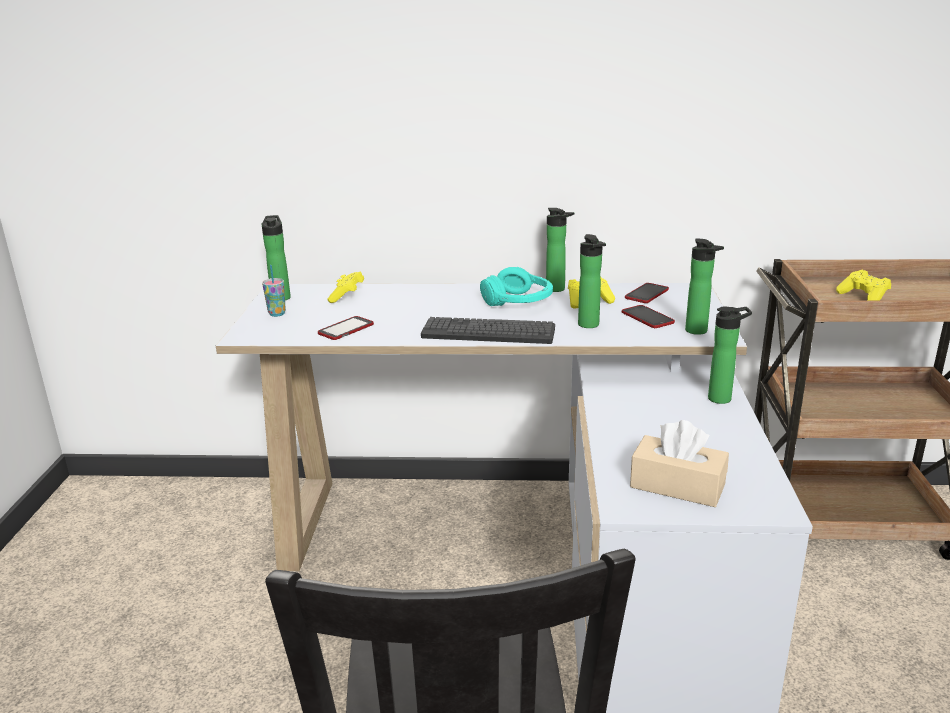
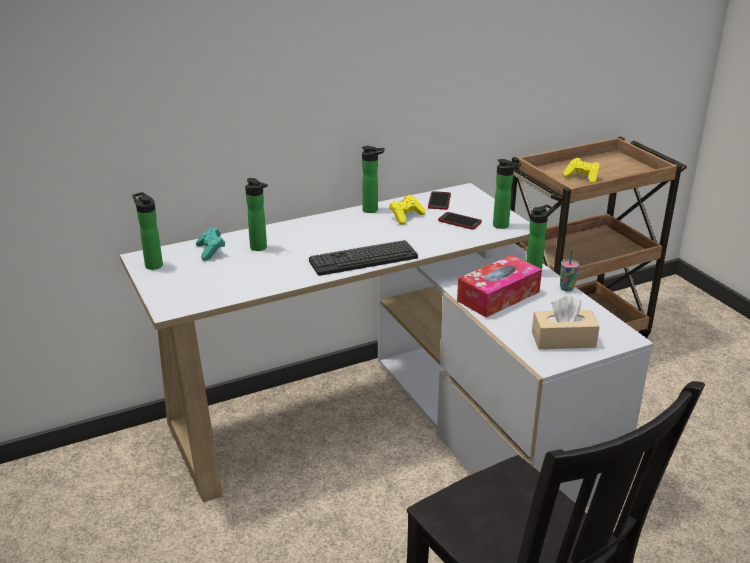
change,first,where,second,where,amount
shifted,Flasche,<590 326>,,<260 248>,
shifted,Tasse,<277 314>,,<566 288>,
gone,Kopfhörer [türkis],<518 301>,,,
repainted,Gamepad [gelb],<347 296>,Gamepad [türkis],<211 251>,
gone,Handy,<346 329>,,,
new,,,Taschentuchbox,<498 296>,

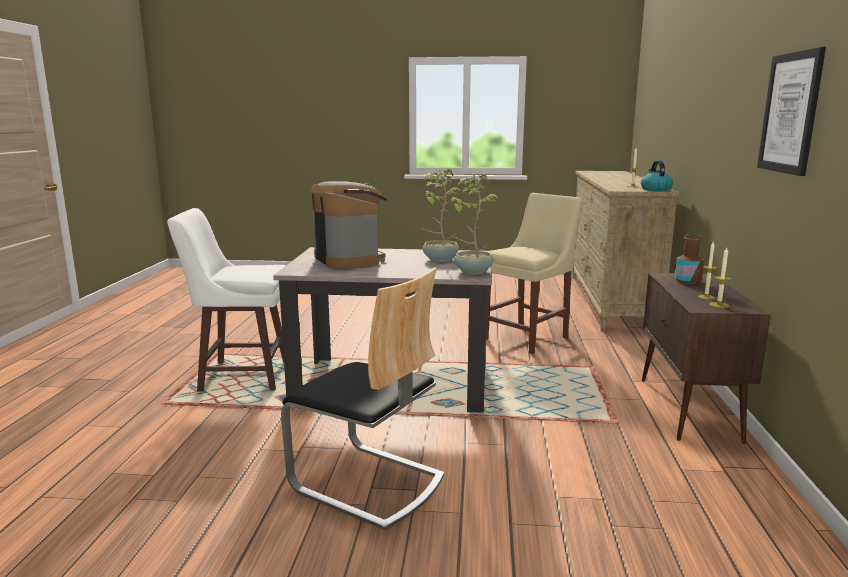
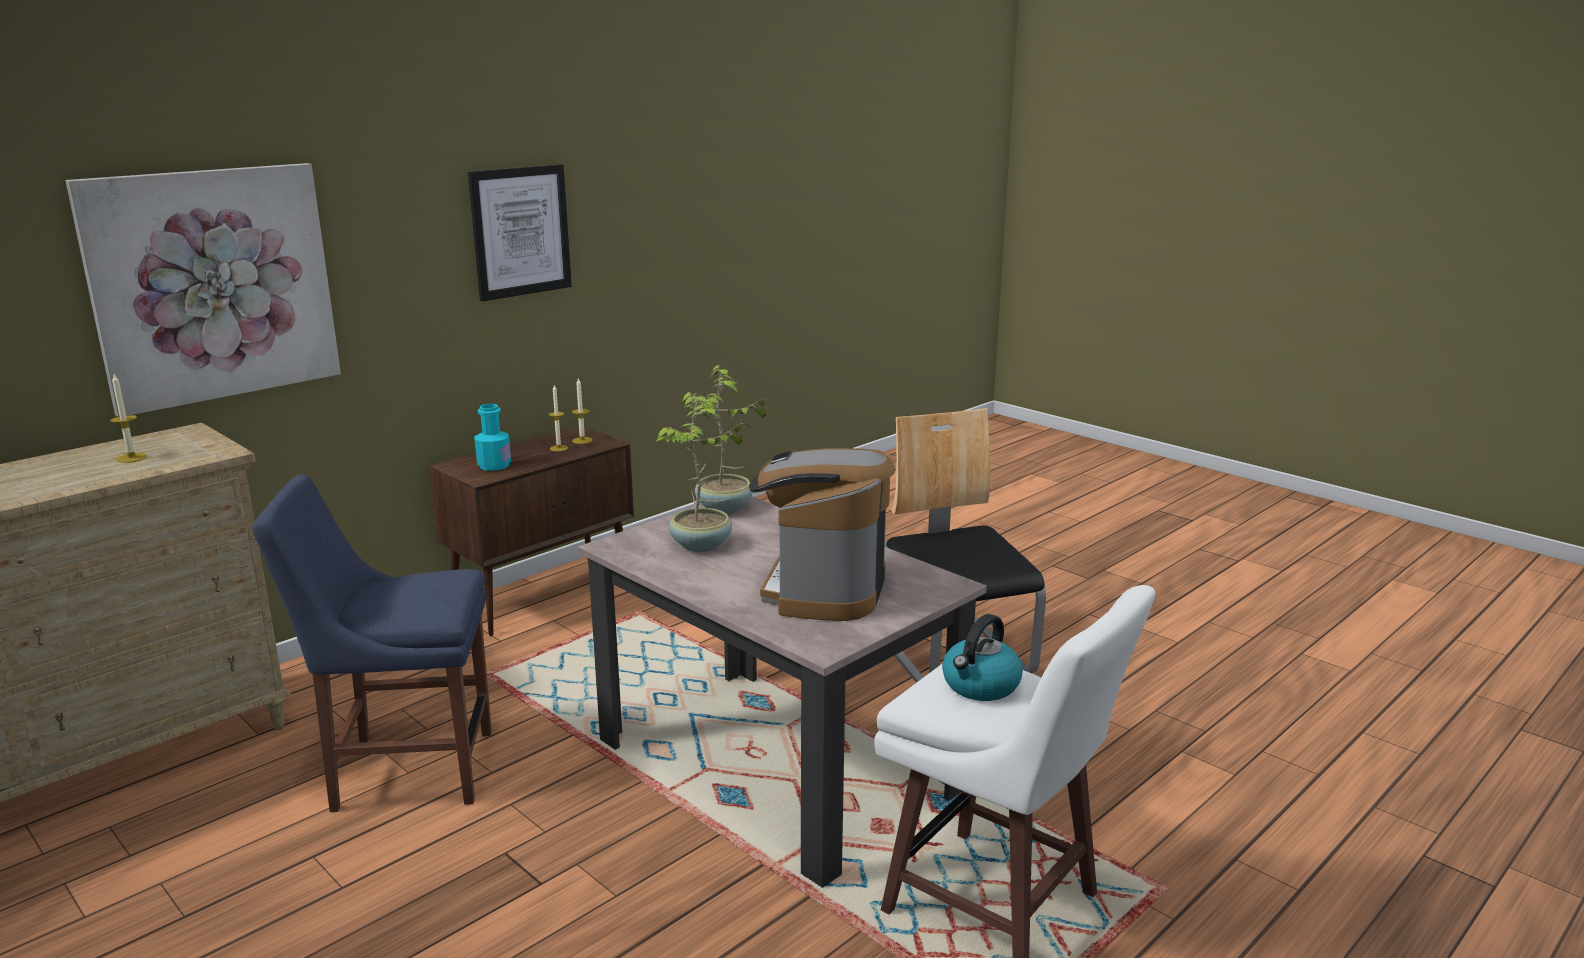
change,first,where,second,where,amount
shifted,Wasserkessel,<655 189>,,<980 686>,
repainted,Stuhl [beige],<528 337>,Stuhl [blau],<405 769>,
repainted,Flasche [braun],<687 281>,Flasche [türkis],<494 465>,
new,,,Bild,<213 285>,

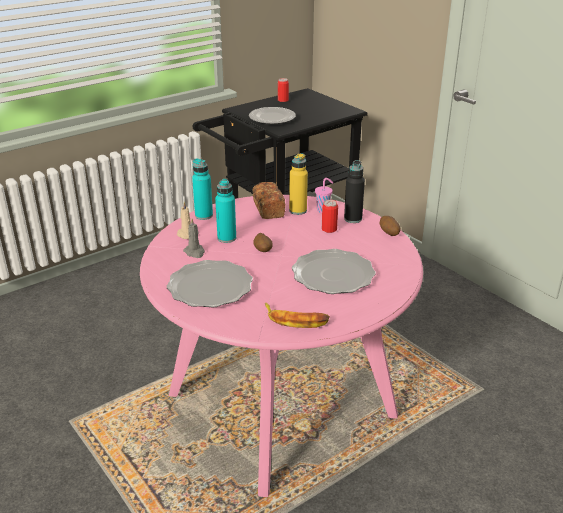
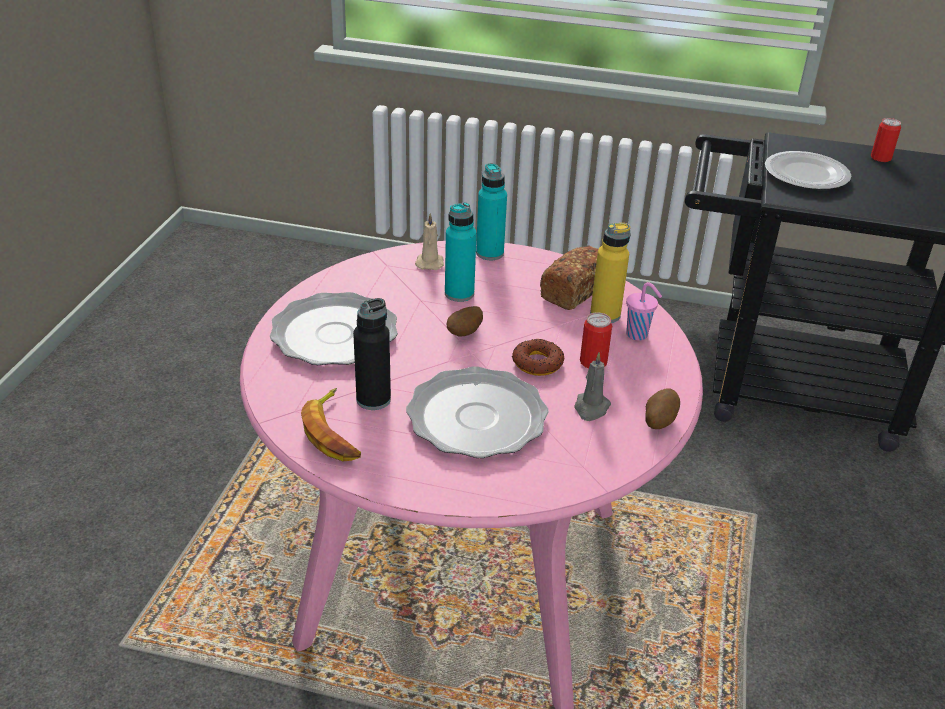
change,first,where,second,where,amount
shifted,Flasche [schwarz],<353 219>,,<373 399>,
shifted,Kerze [grau],<195 252>,,<591 408>,
new,,,Donut,<537 363>,

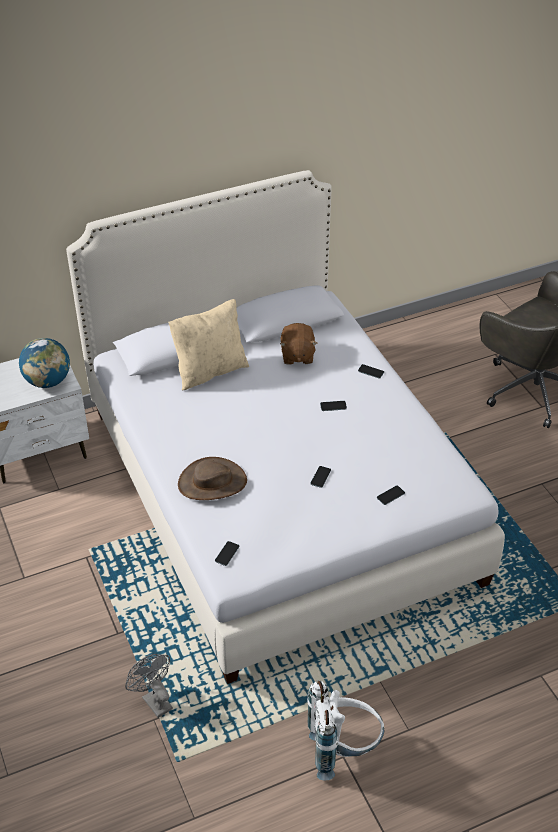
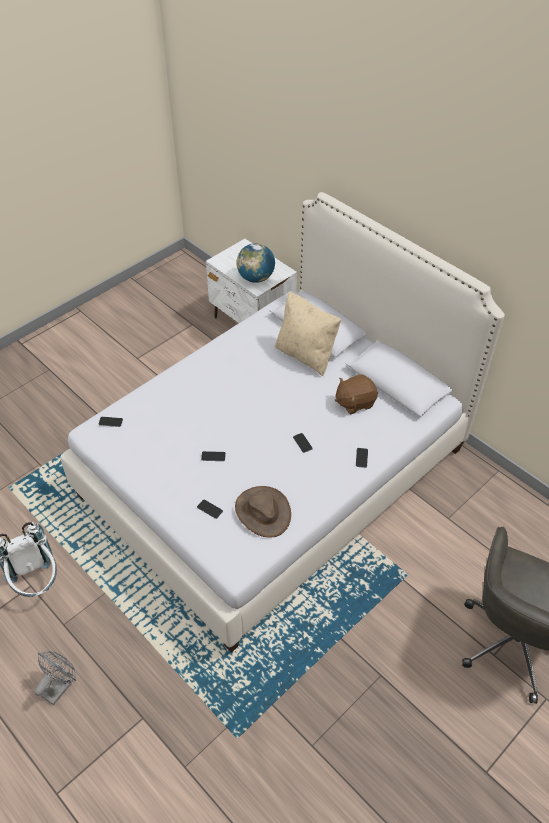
change,first,where,second,where,amount
shifted,Hut [braun],<212 482>,,<262 512>,
shifted,Ventilator [grau],<154 700>,,<60 686>,

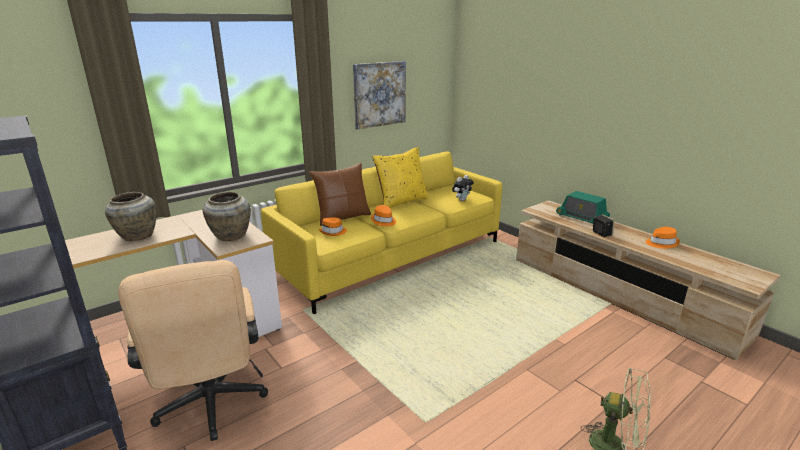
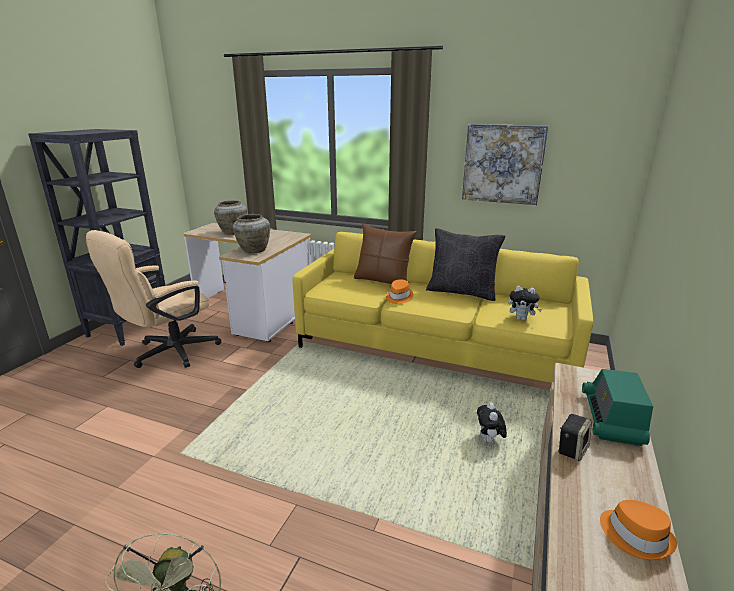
change,first,where,second,where,amount
repainted,Kissen [gelb],<401 201>,Kissen [schwarz],<461 292>,
gone,Hut [orange],<333 232>,,,
new,,,Plüschtier,<489 441>,

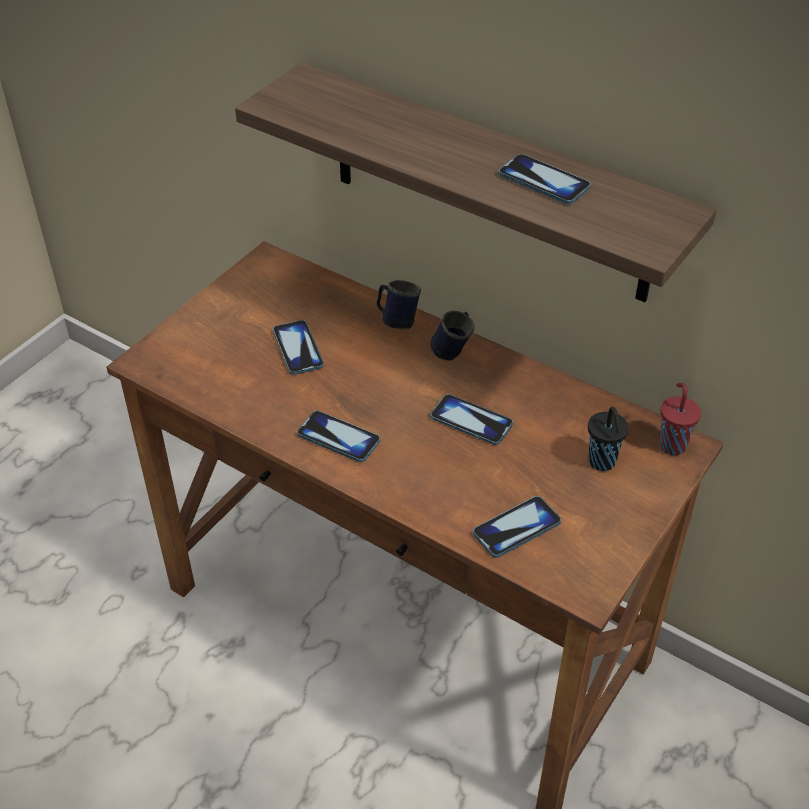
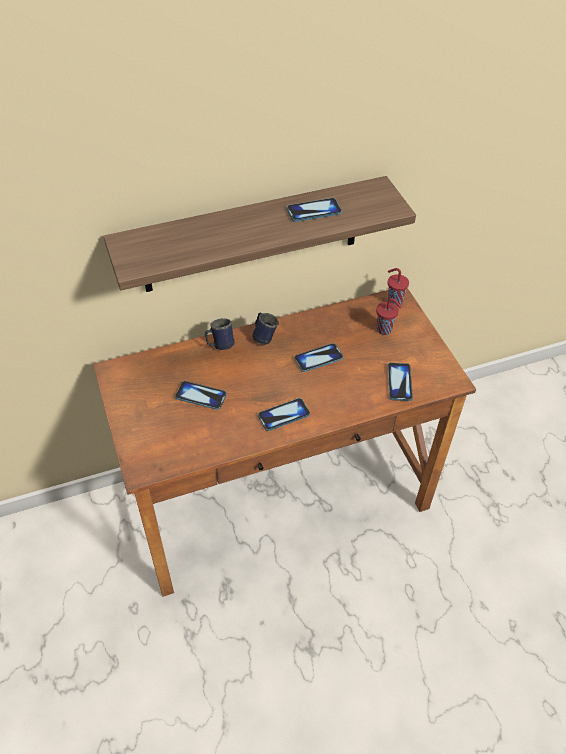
change,first,where,second,where,amount
repainted,Tasse [schwarz],<602 463>,Tasse [rot],<385 330>,

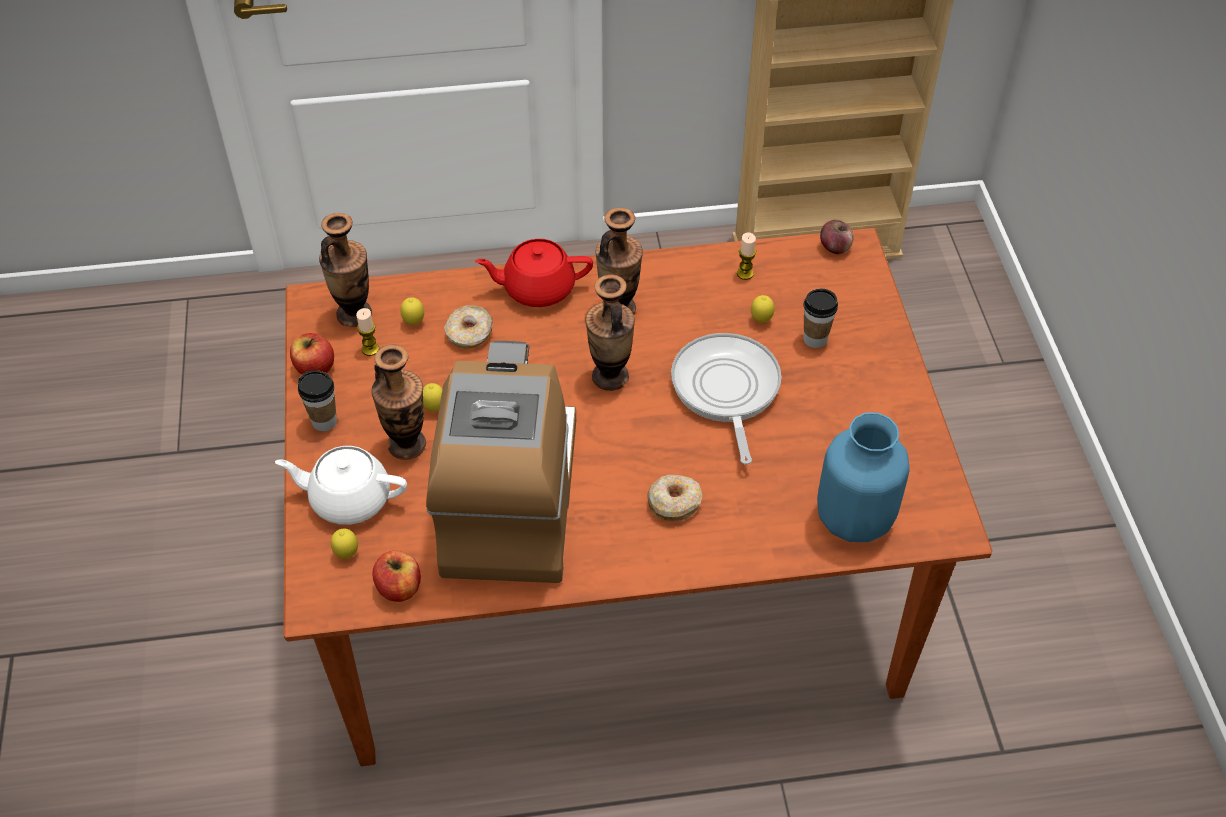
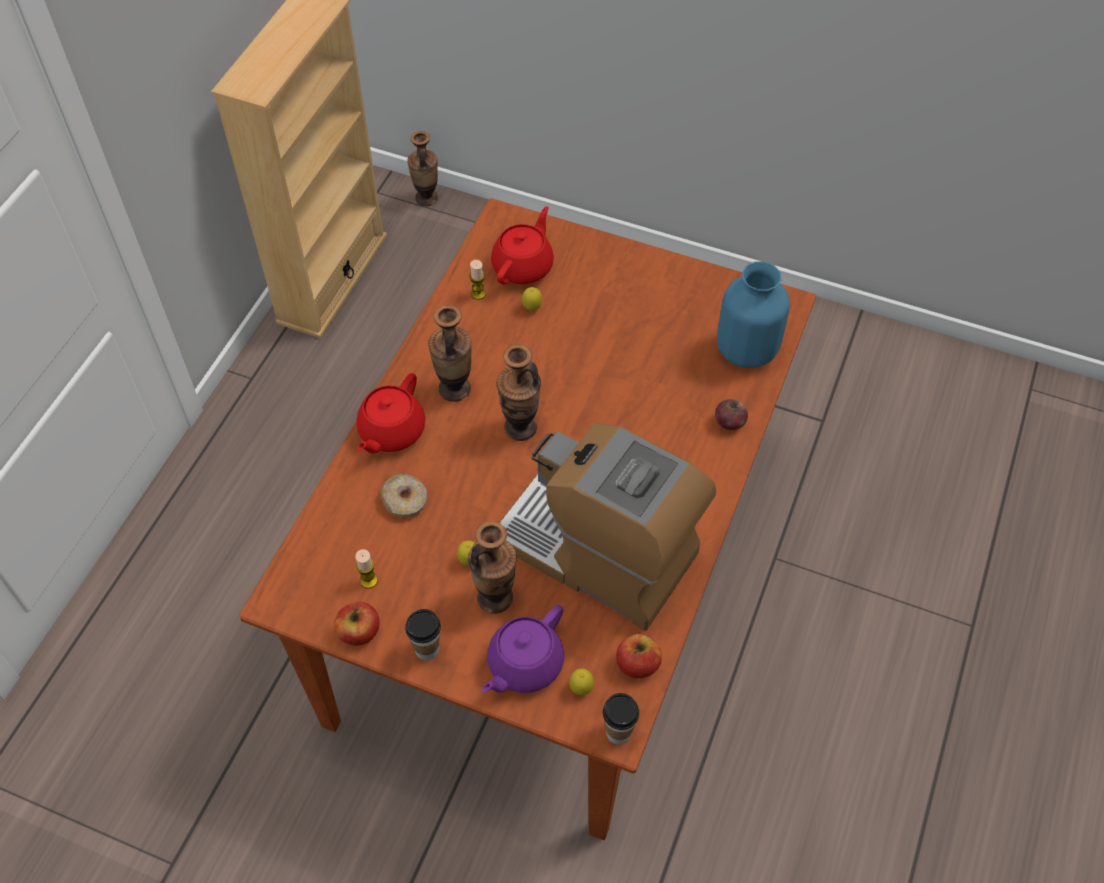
change,first,where,second,where,amount
shifted,Vase,<354 314>,,<426 198>,
shifted,Apfel,<835 247>,,<729 422>,
shifted,Tasse,<815 339>,,<618 732>,
gone,Zitrone,<414 322>,,,
gone,Pfanne,<726 390>,,,
repainted,Teekanne [weiß],<349 498>,Teekanne [lila],<524 664>,
gone,Donut,<674 503>,,,
new,,,Teekanne [rot],<523 266>,

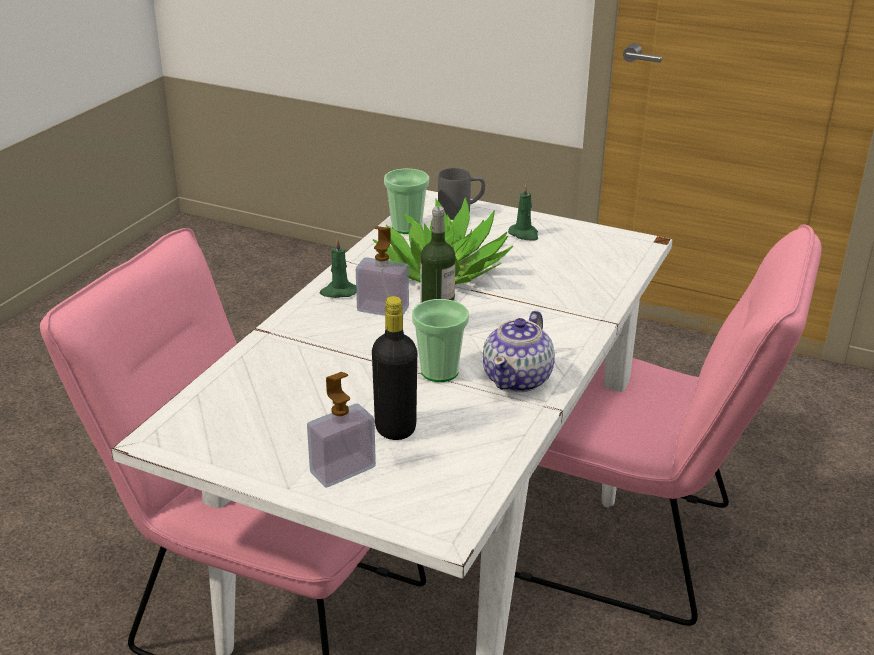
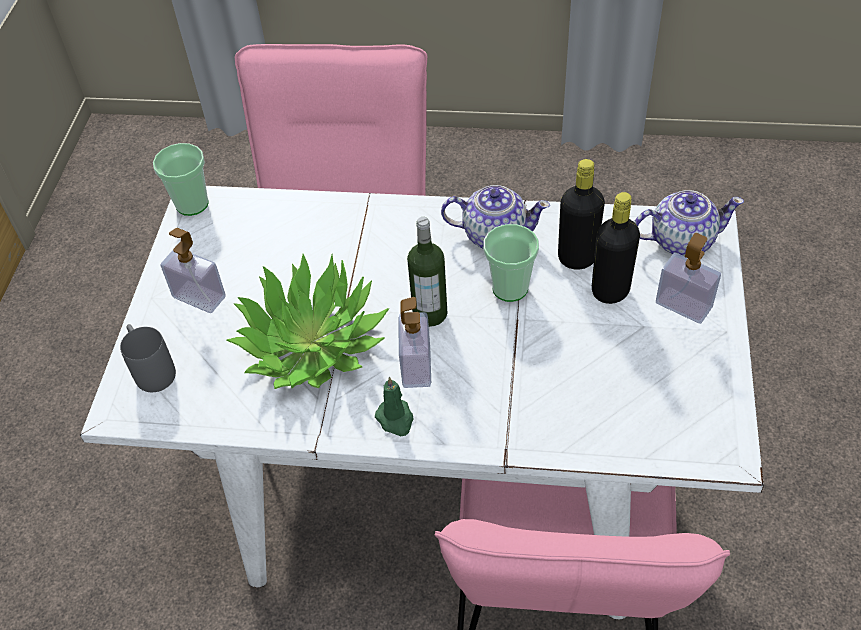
change,first,where,second,where,amount
shifted,Tasse,<407 227>,,<192 204>,
swapped,Kerze [grün],<524 234>,Seifenspender,<199 297>,
new,,,Flasche [schwarz],<577 258>,
new,,,Teekanne,<681 240>,

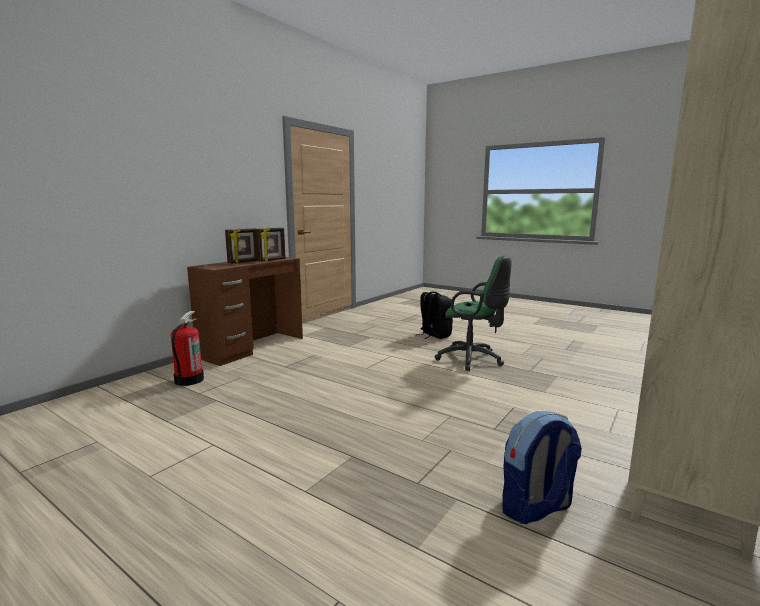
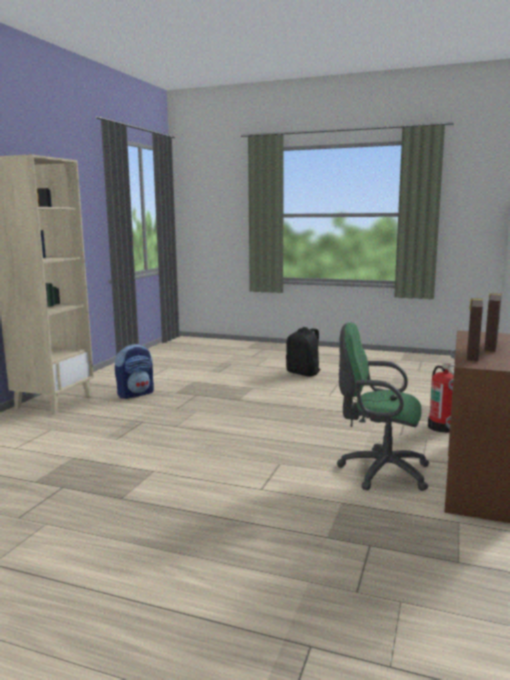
change,first,where,second,where,amount
shifted,Bürostuhl [grün],<473 360>,,<379 471>,
shifted,Rucksack [schwarz],<434 335>,,<303 373>,

